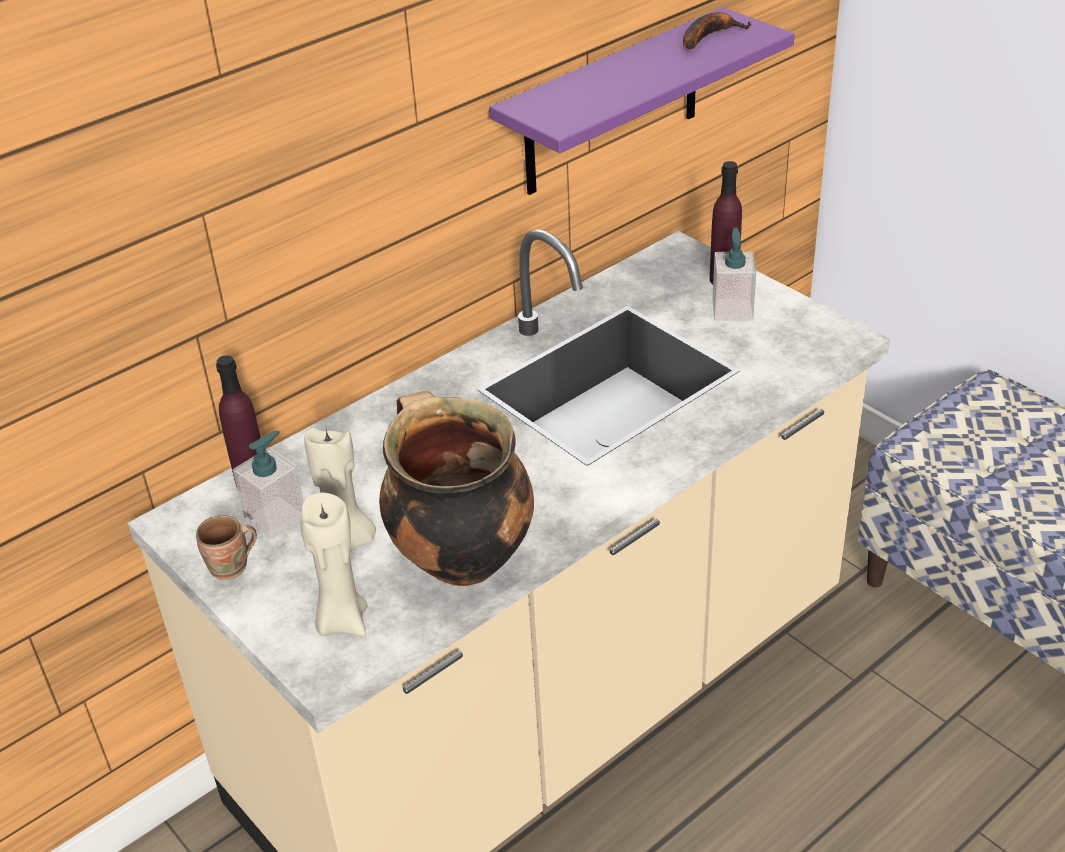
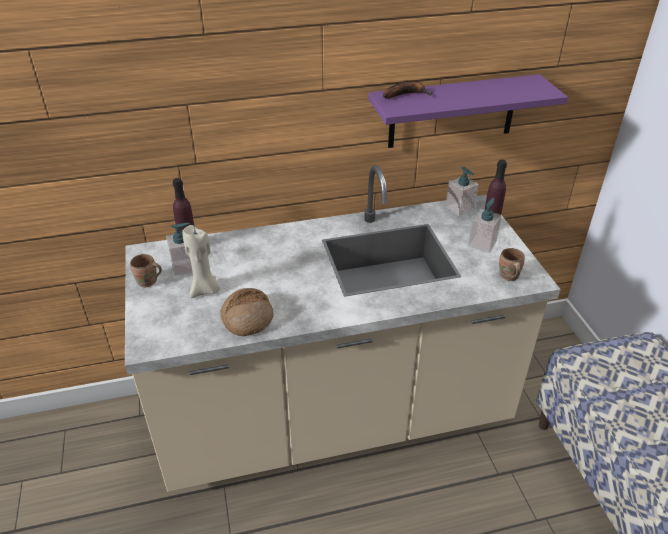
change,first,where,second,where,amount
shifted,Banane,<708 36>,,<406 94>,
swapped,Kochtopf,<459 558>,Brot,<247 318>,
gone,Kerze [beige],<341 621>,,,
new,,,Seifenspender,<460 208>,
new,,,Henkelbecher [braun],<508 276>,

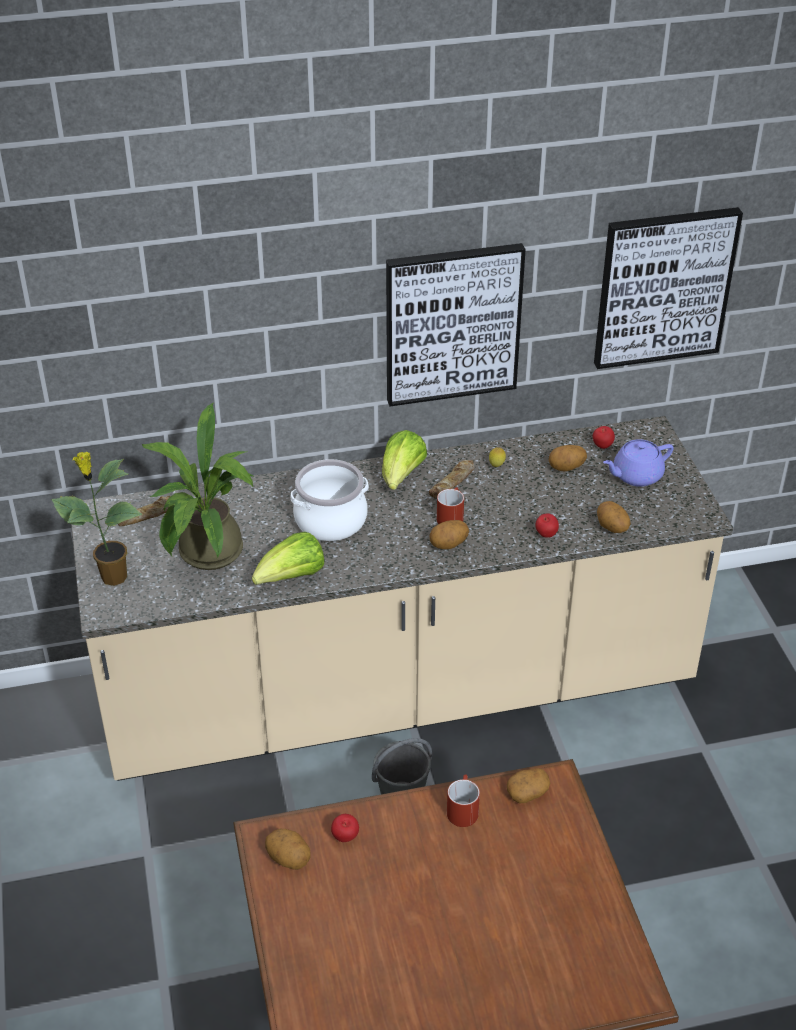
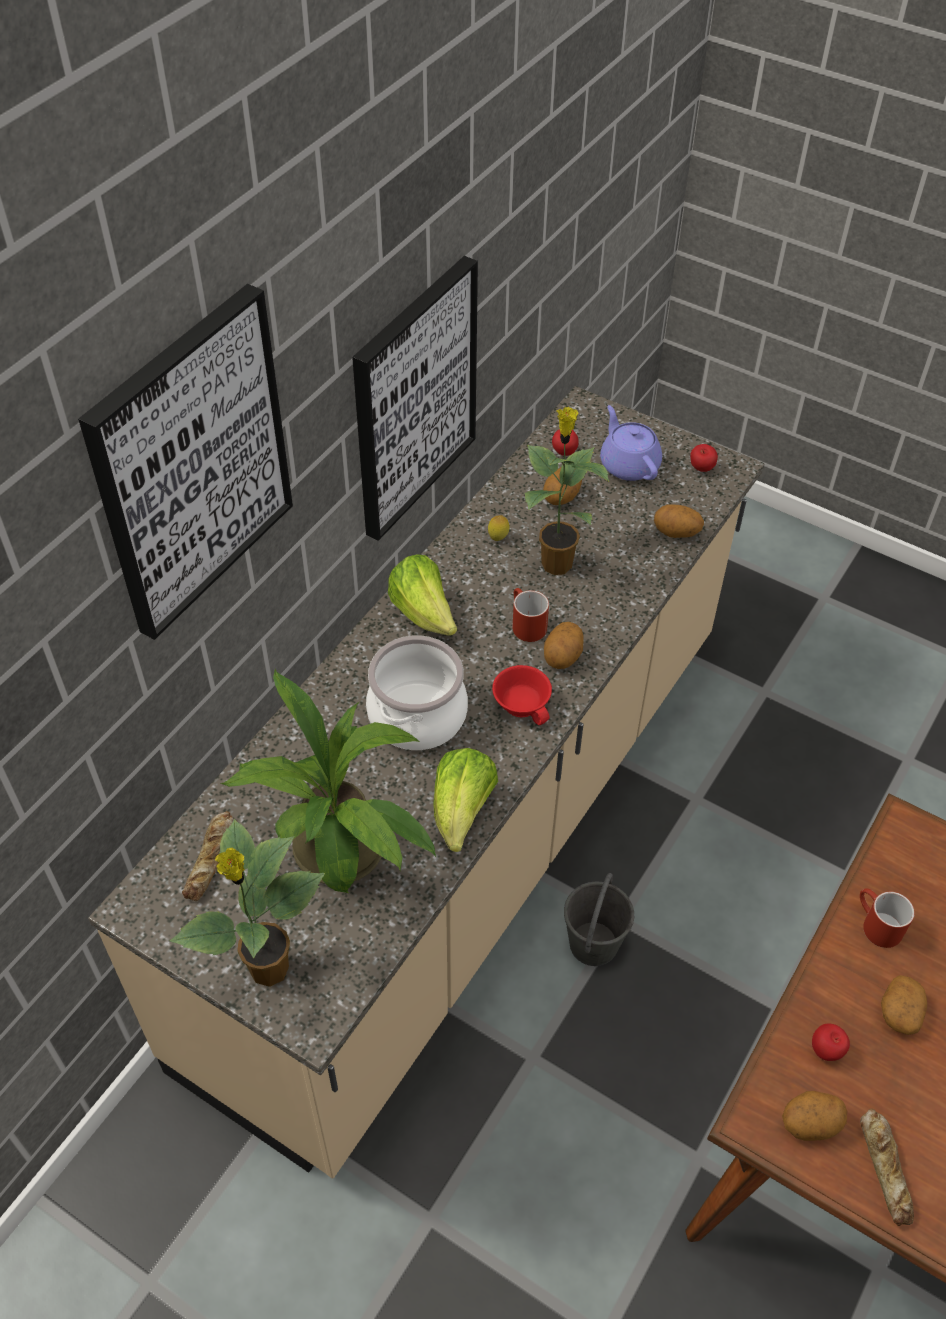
change,first,where,second,where,amount
shifted,Bild,<663 287>,,<191 464>,
rotated,Teekanne [lila],<636 475>,,<628 464>,135 degrees clockwise
shifted,Brot,<453 483>,,<886 1168>,
shifted,Apfel,<546 535>,,<701 469>,
shifted,Kartoffel,<527 792>,,<899 1011>,
new,,,Topfpflanze,<556 562>,
new,,,Tasse [rot],<524 704>,

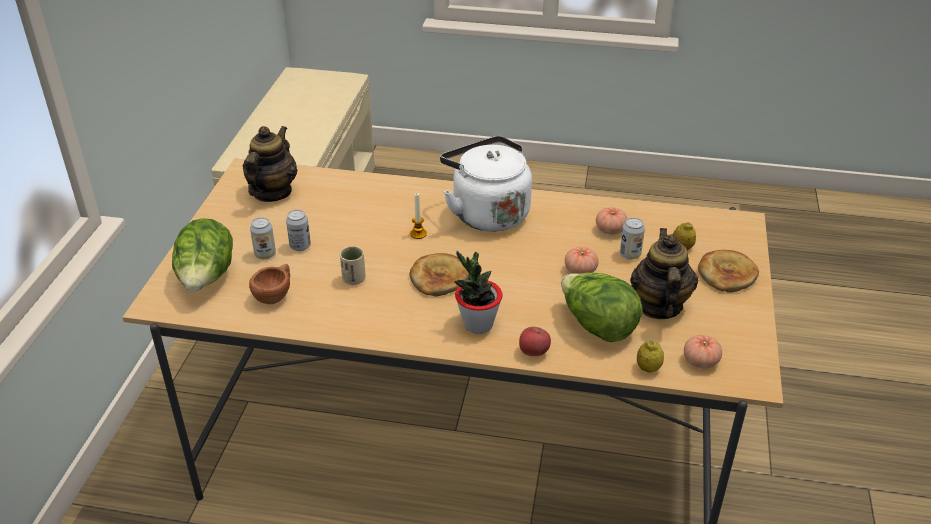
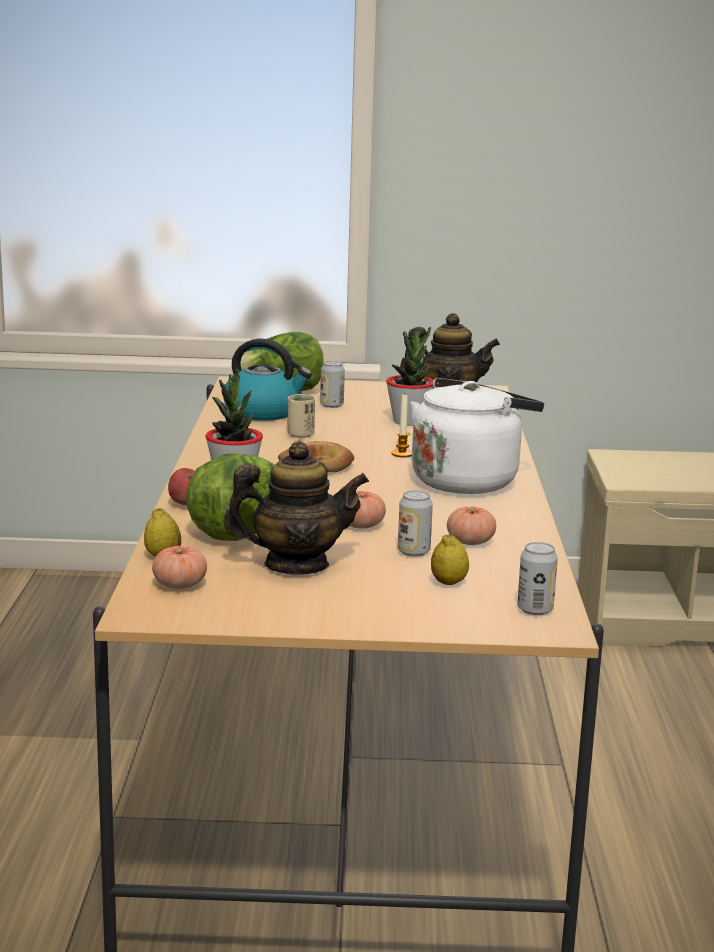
change,first,where,second,where,amount
shifted,Dose,<300 246>,,<535 609>,
gone,Brot,<727 274>,,,
swapped,Tasse [braun],<275 295>,Wasserkessel,<264 412>,
new,,,Topfpflanze,<409 421>,

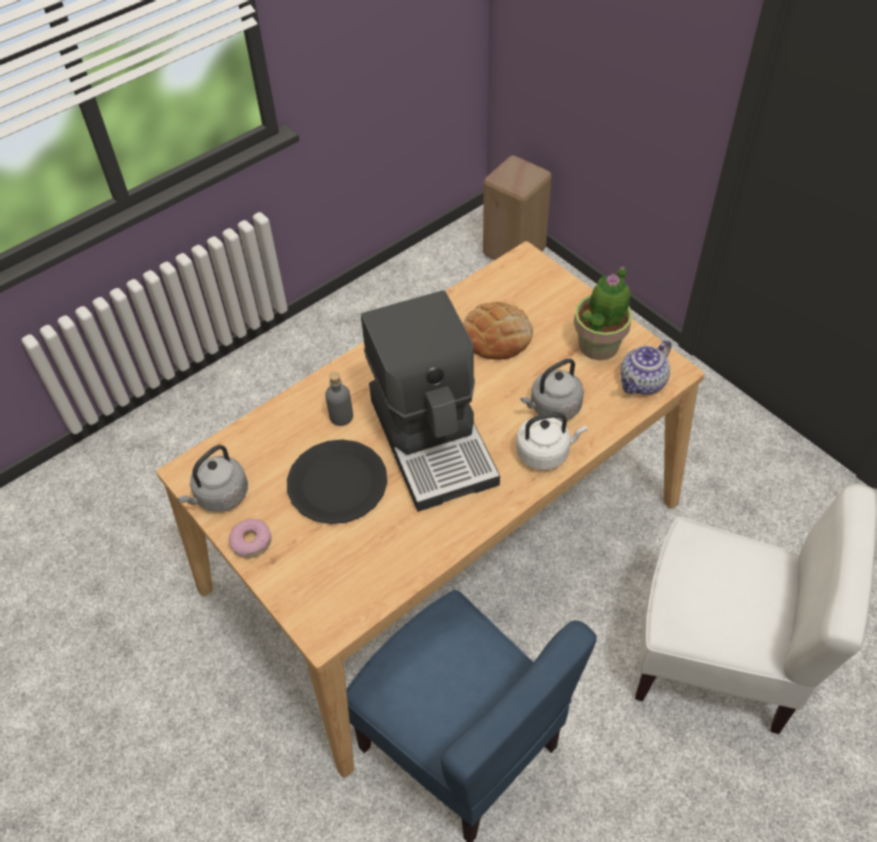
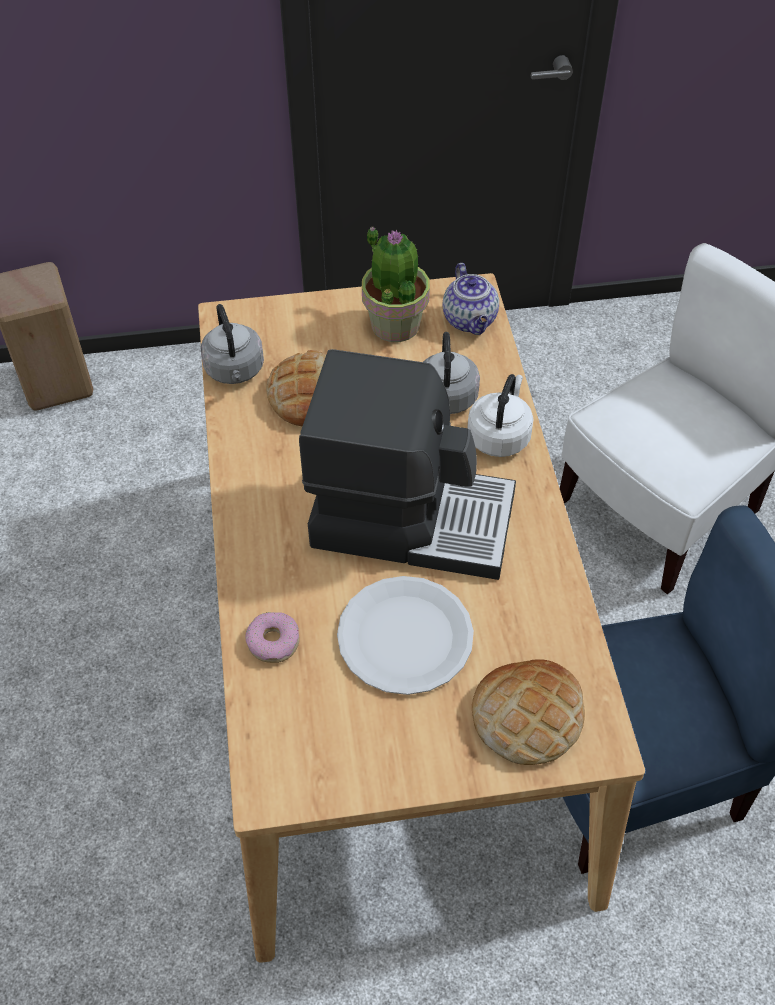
change,first,where,second,where,amount
gone,Flasche [grau],<341 416>,,,
repainted,Teller [schwarz],<337 483>,Teller [weiß],<404 637>,
shifted,Wasserkessel [grau],<220 496>,,<235 371>,
shifted,Donut,<251 542>,,<273 642>,
new,,,Brot,<527 715>,

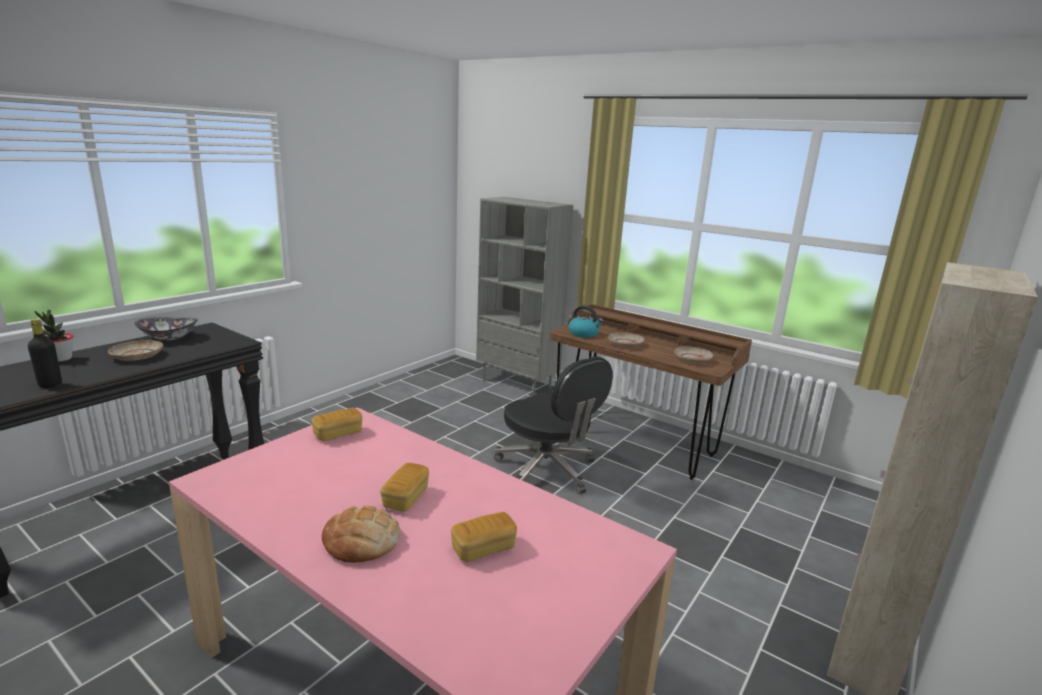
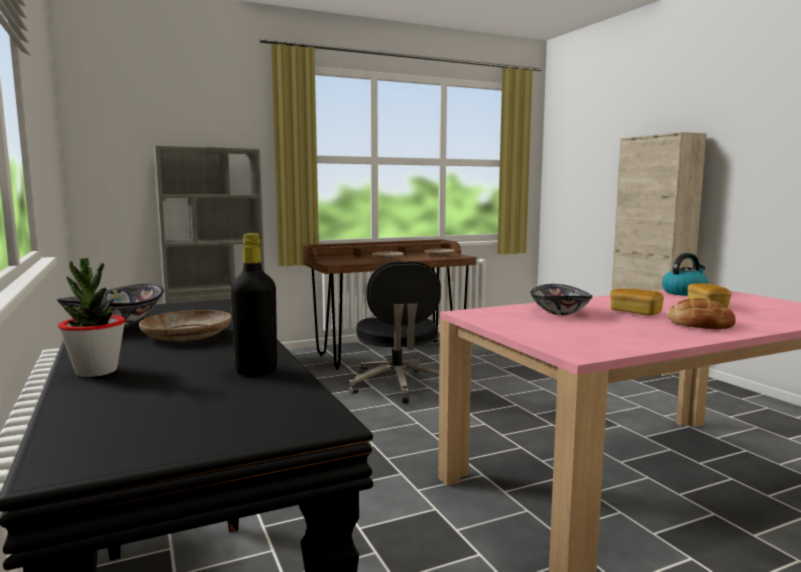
change,first,where,second,where,amount
shifted,Wasserkessel,<584 334>,,<684 293>,
rotated,Bürostuhl [schwarz],<548 470>,,<397 386>,90 degrees clockwise
gone,Brot,<338 434>,,,
new,,,Schüssel,<559 312>,

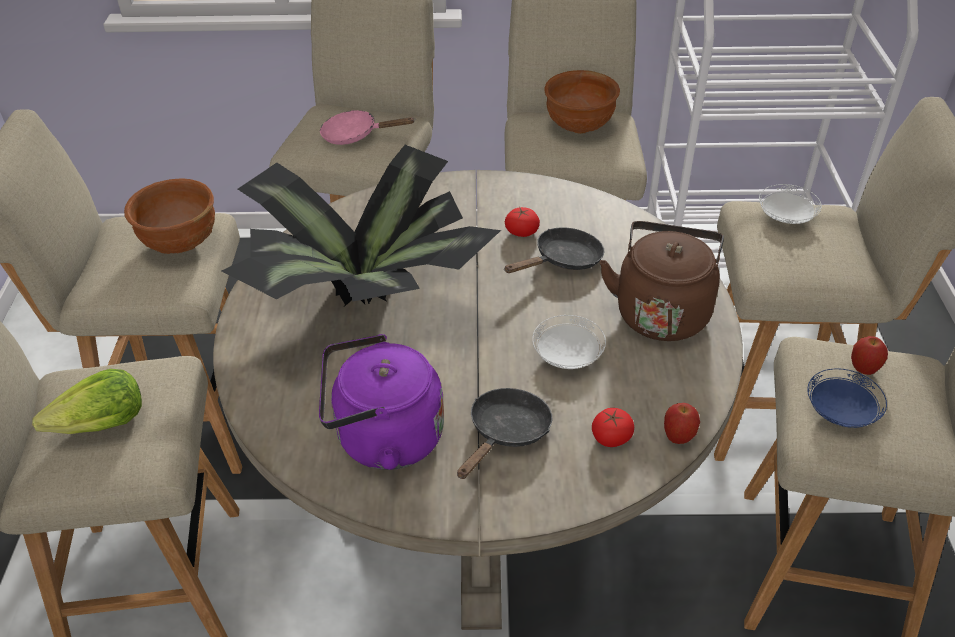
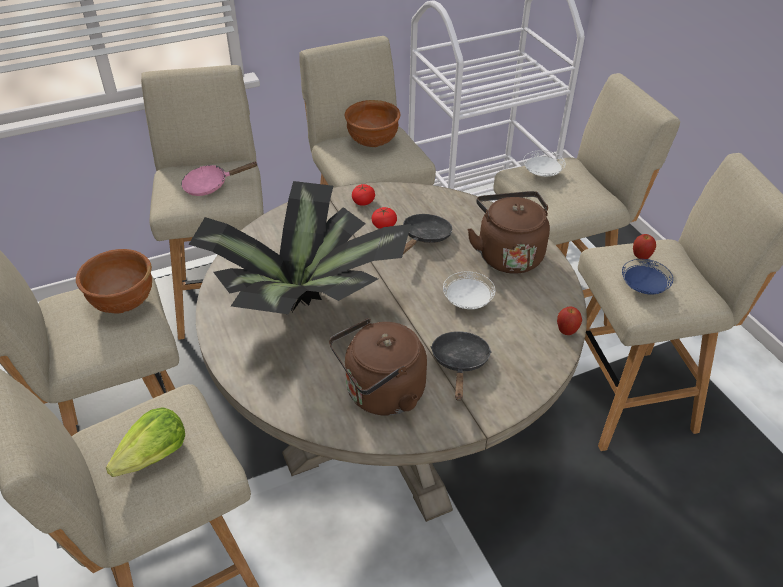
change,first,where,second,where,amount
repainted,Wasserkessel [lila],<383 439>,Wasserkessel [braun],<381 394>,
shifted,Tomate,<611 437>,,<363 202>,

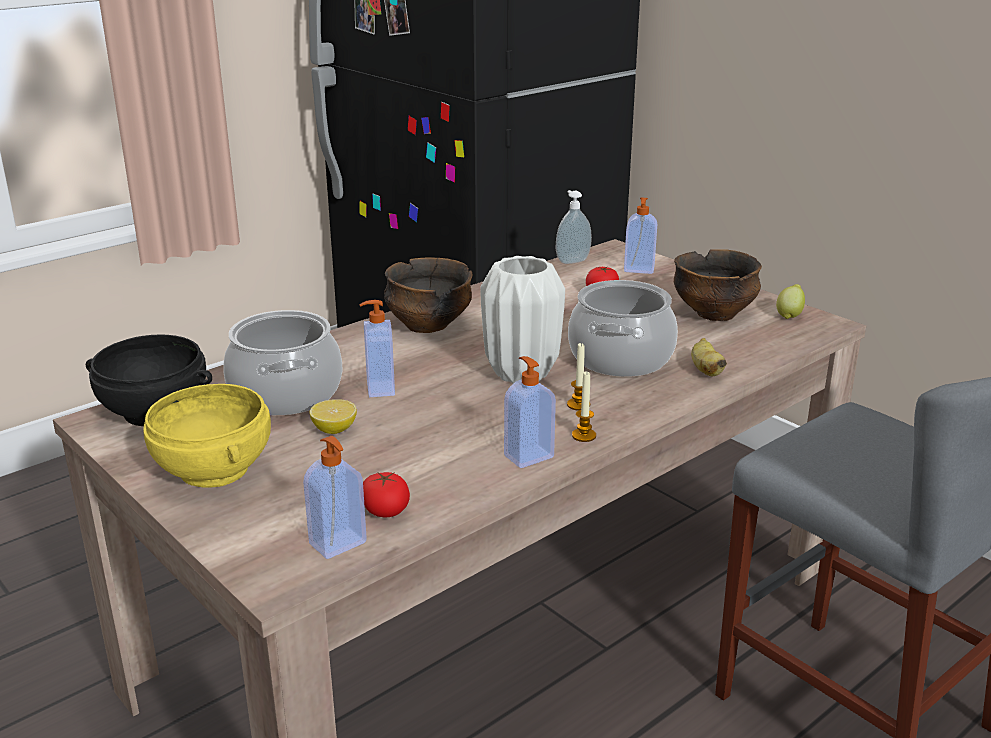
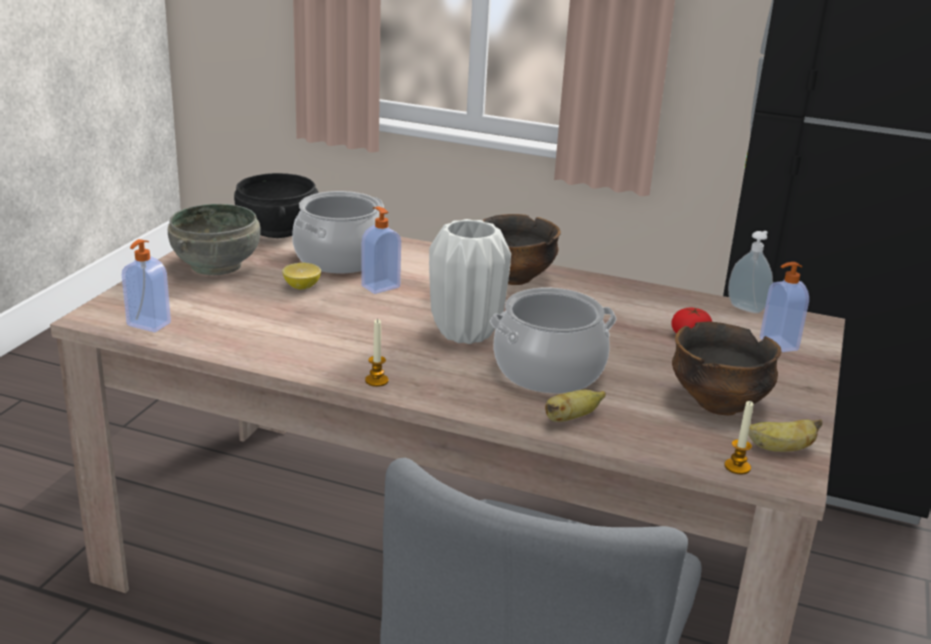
change,first,where,second,where,amount
swapped,Zitrone,<789 315>,Banane,<779 449>,
shifted,Kerze,<578 405>,,<737 467>,
gone,Seifenspender,<528 456>,,,
repainted,Schüssel [gelb],<215 469>,Schüssel [grau],<217 265>,
gone,Tomate,<385 510>,,,

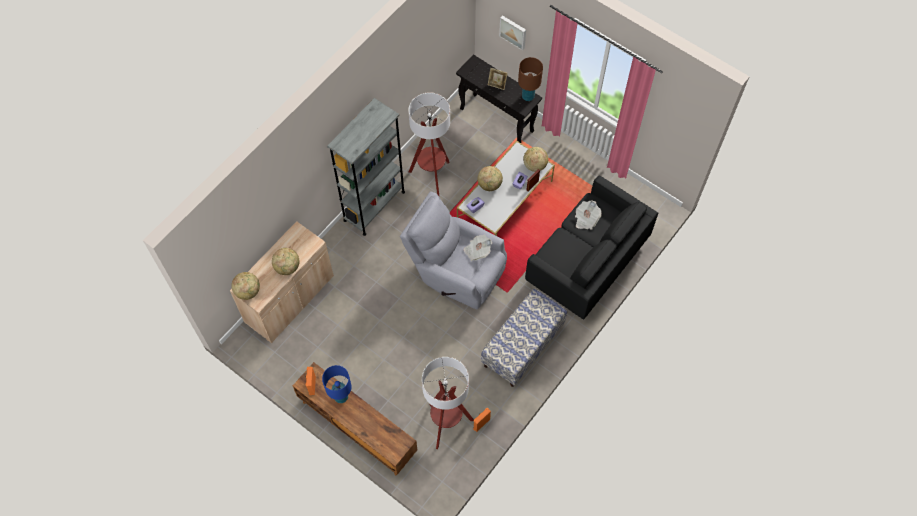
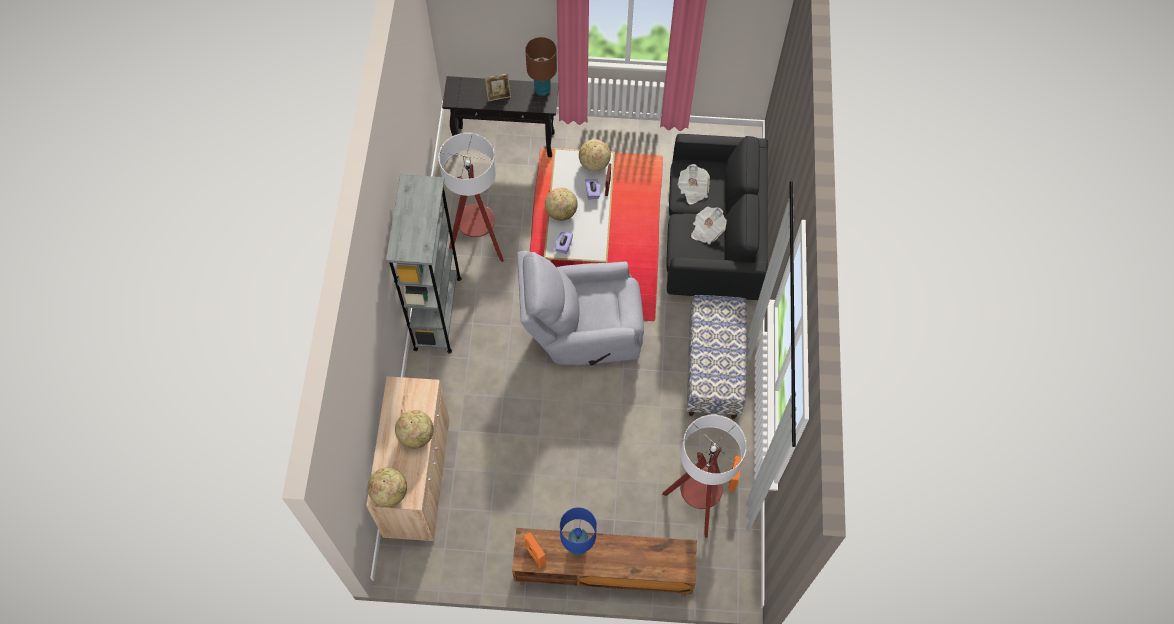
change,first,where,second,where,amount
gone,Bild,<513 31>,,,
shifted,Zeitung,<477 251>,,<707 230>,

